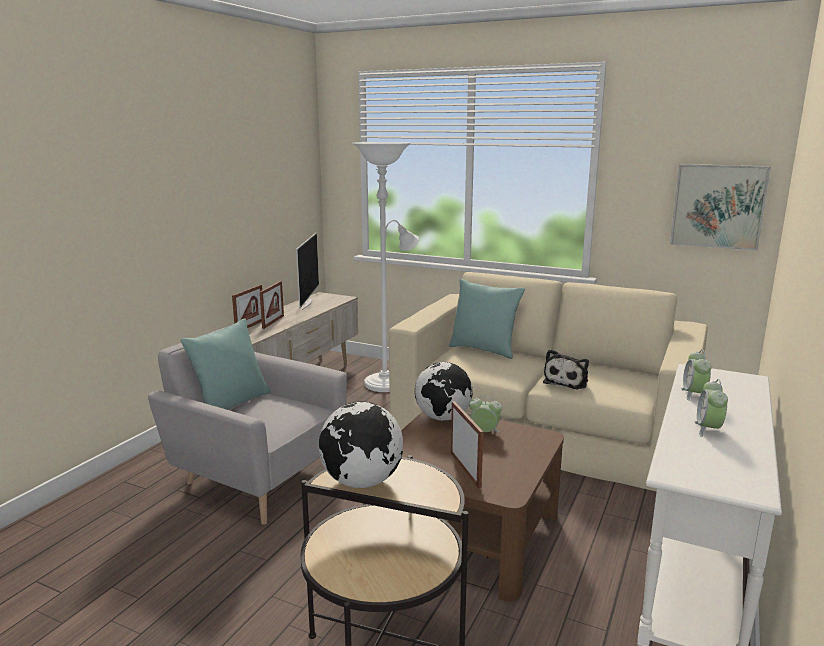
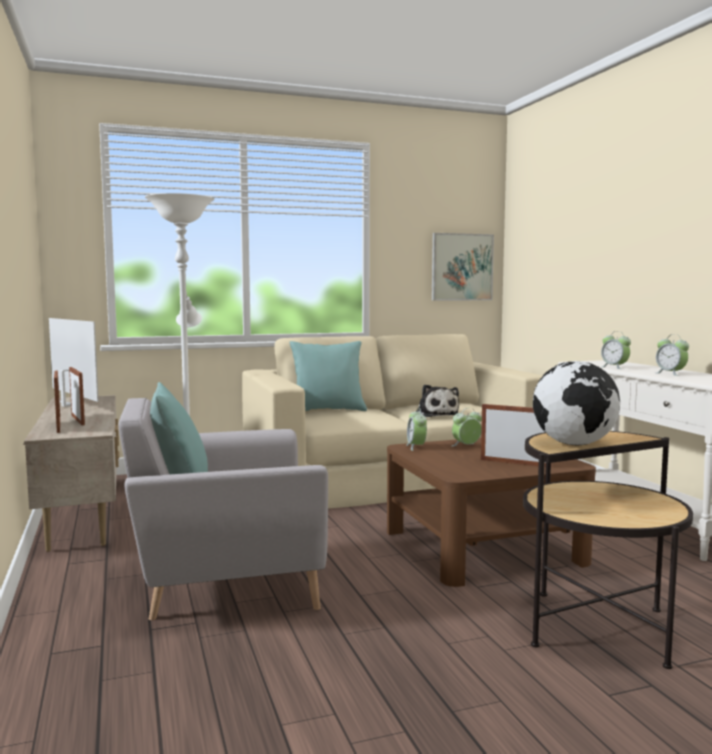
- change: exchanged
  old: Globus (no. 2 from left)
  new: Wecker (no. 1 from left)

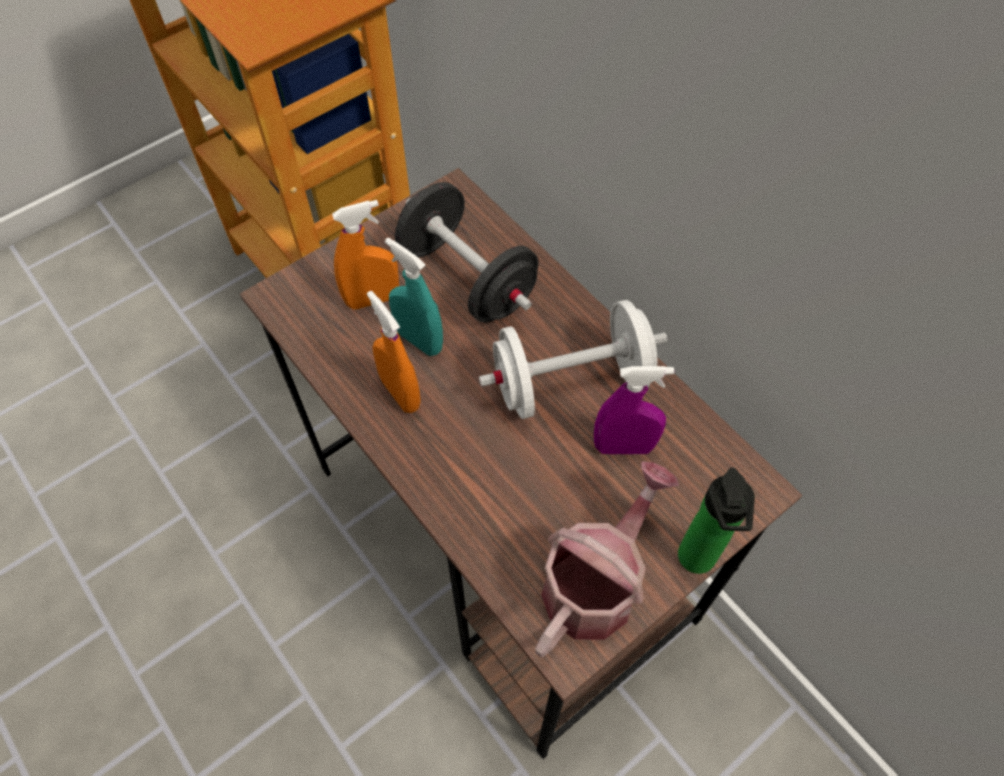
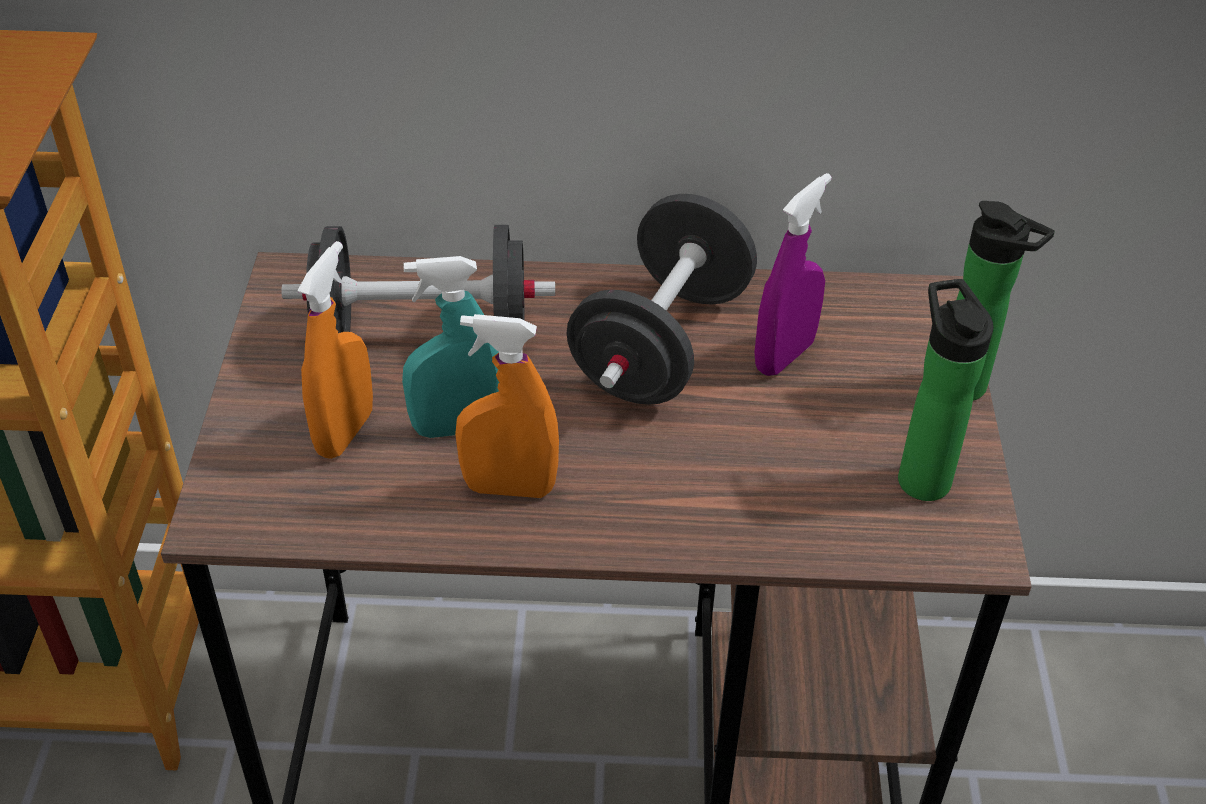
- change: exchanged
  old: Gießkanne
  new: Flasche (no. 1 from left)
- change: colour
  old: Hantel (weiß)
  new: Hantel (schwarz) (no. 2 from left)

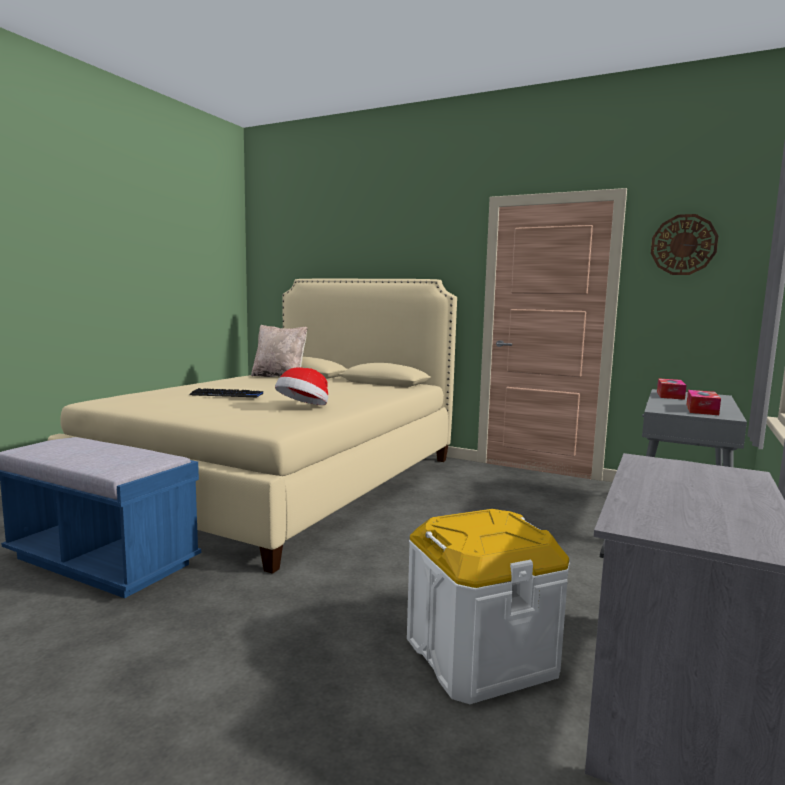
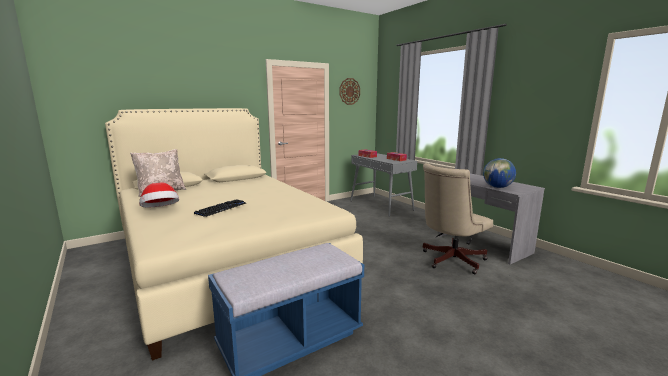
- change: appeared
  new: Globus
- change: relocated
  old: Hut
- change: exchanged
  old: Aufbewahrungsbox (weiß)
  new: Bürostuhl (beige)

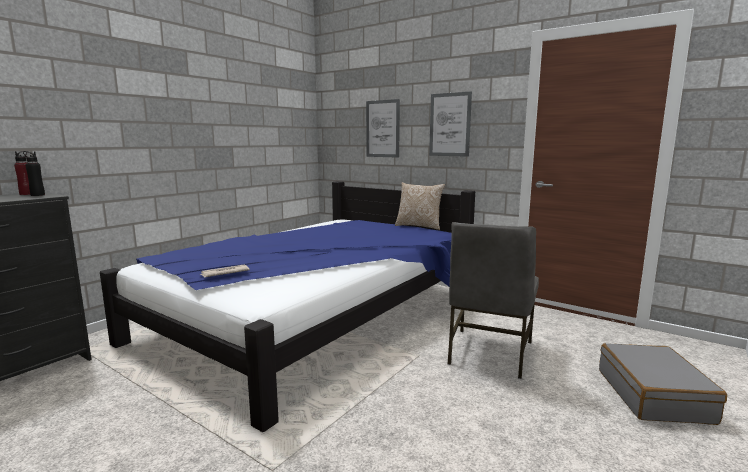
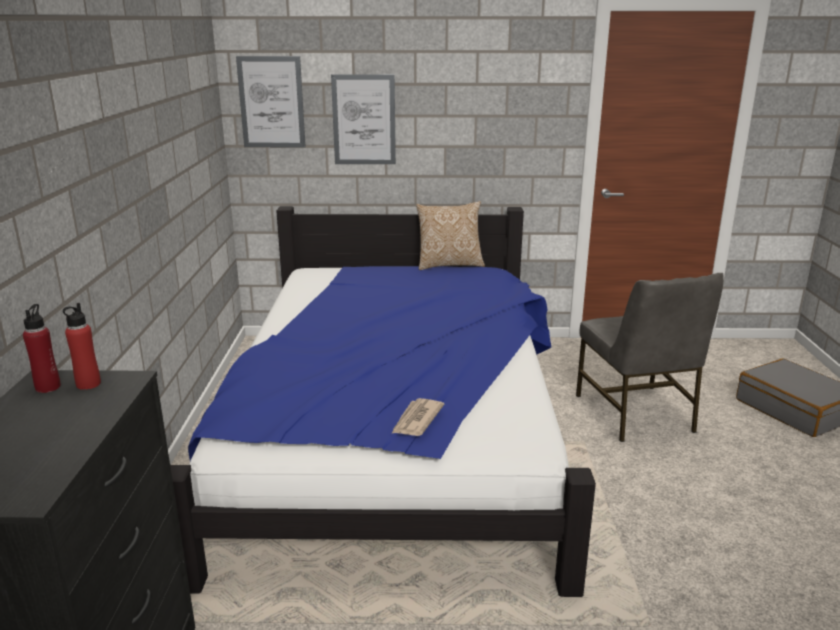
- change: relocated
  old: Bild (no. 2 from left in the first image)
  new: Bild (no. 1 from left)
- change: colour
  old: Flasche (schwarz)
  new: Flasche (rot) (no. 2 from left)

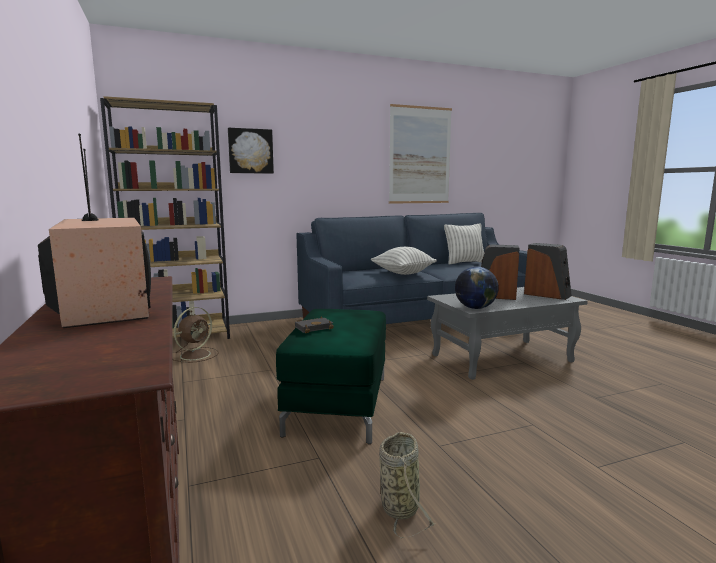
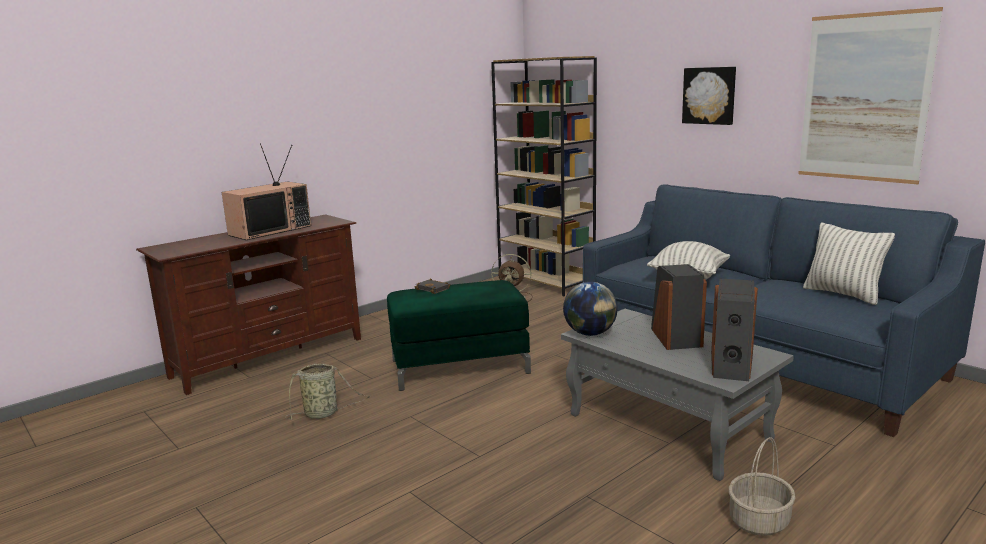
- change: appeared
  new: Korb (no. 2 from left)
- change: relocated
  old: Bild (no. 1 from left)

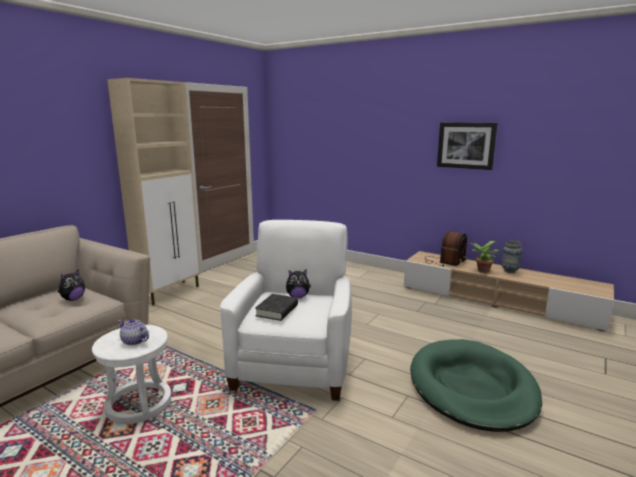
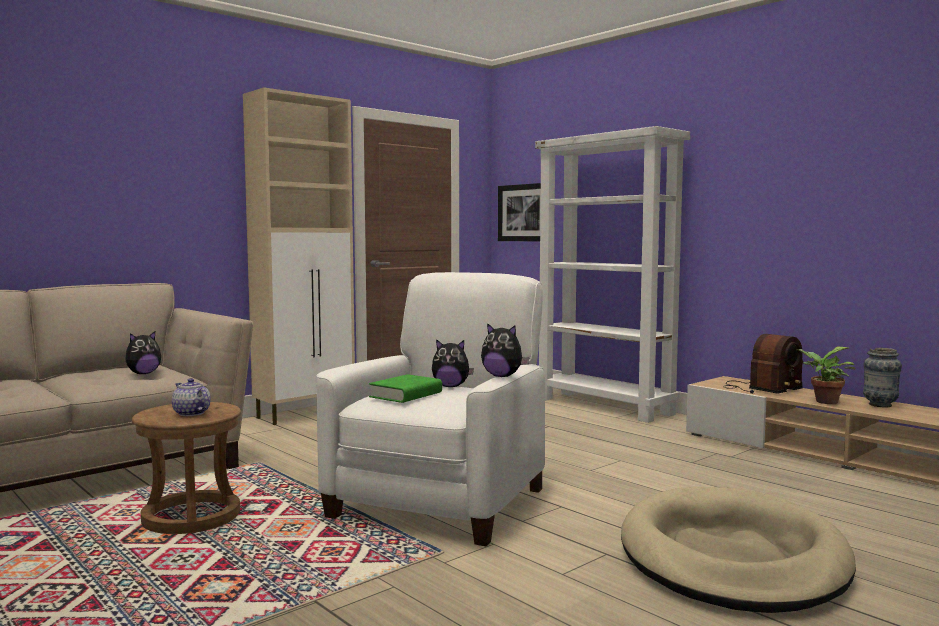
- change: appeared
  new: Plüschtier (no. 3 from left)
- change: appeared
  new: Bücherregal (weiß)
- change: relocated
  old: Bild
- change: colour
  old: Hocker (weiß)
  new: Hocker (braun)
- change: colour
  old: Buch (schwarz)
  new: Buch (grün)
- change: colour
  old: Hundebett (grün)
  new: Hundebett (beige)

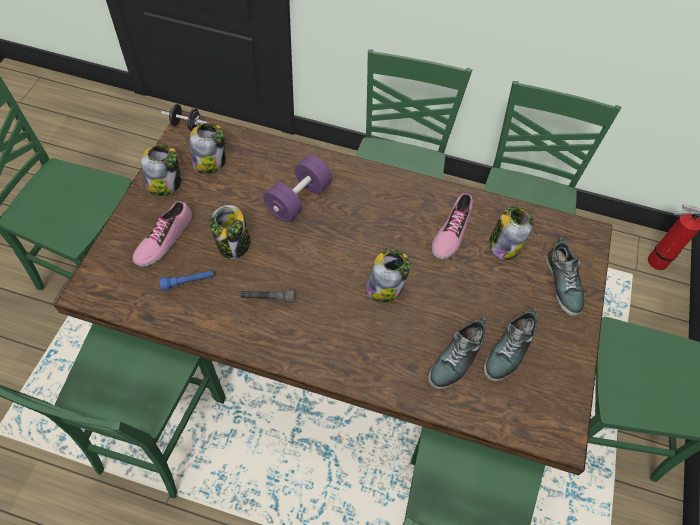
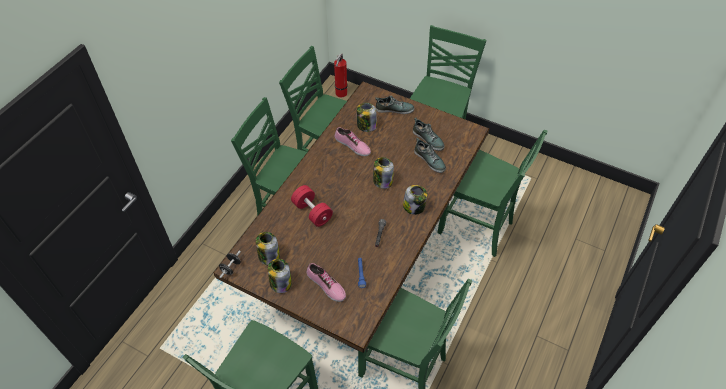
- change: relocated
  old: Vorratsglas (no. 3 from left in the first image)
  new: Vorratsglas (no. 5 from left)
- change: colour
  old: Hantel (lila)
  new: Hantel (rot)

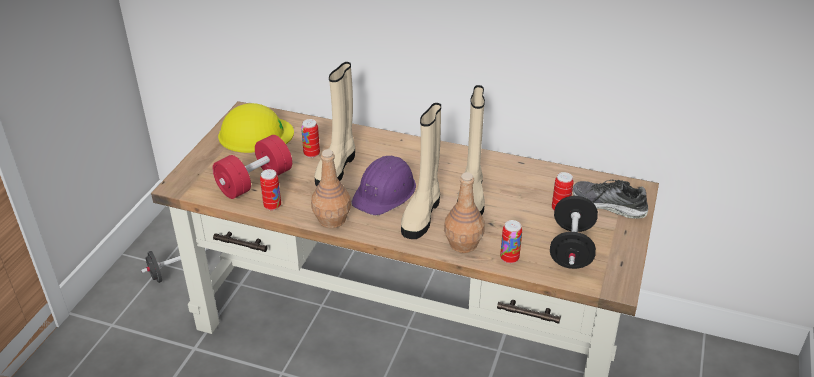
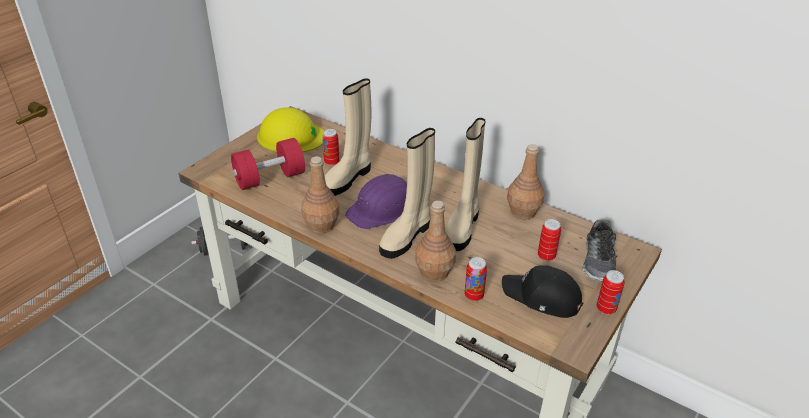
- change: appeared
  new: Flasche (braun) (no. 3 from left)
- change: relocated
  old: Dose (no. 1 from left in the first image)
  new: Dose (no. 4 from left)
- change: exchanged
  old: Hantel (schwarz) (no. 2 from left)
  new: Kappe (schwarz)
- change: spun
  old: Schuh
  degrees: -120

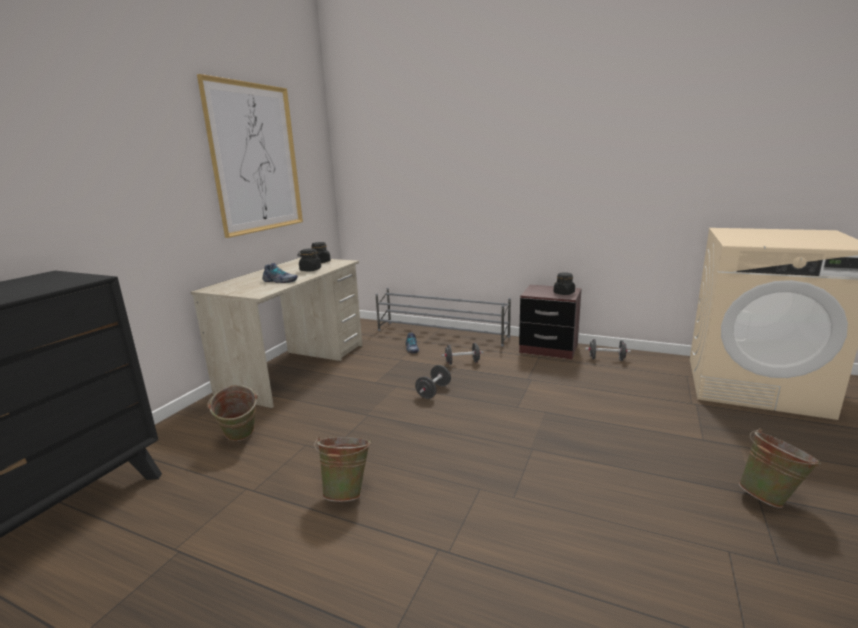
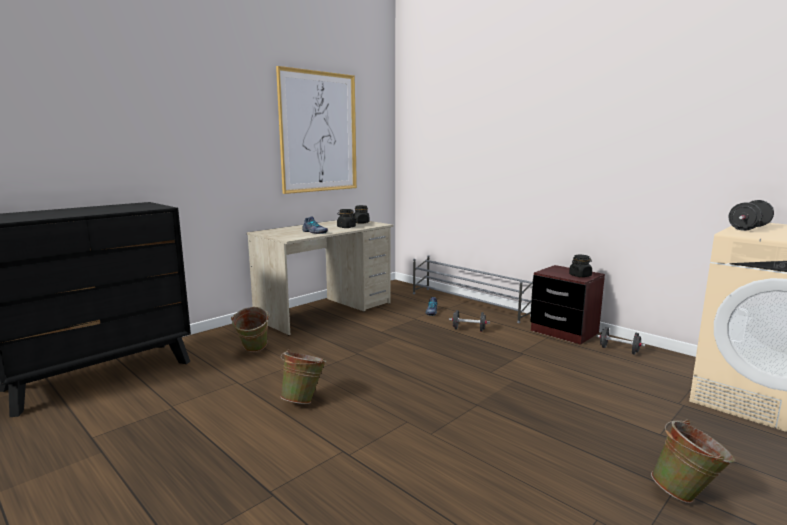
- change: relocated
  old: Hantel (schwarz) (no. 1 from left in the first image)
  new: Hantel (schwarz) (no. 3 from left)

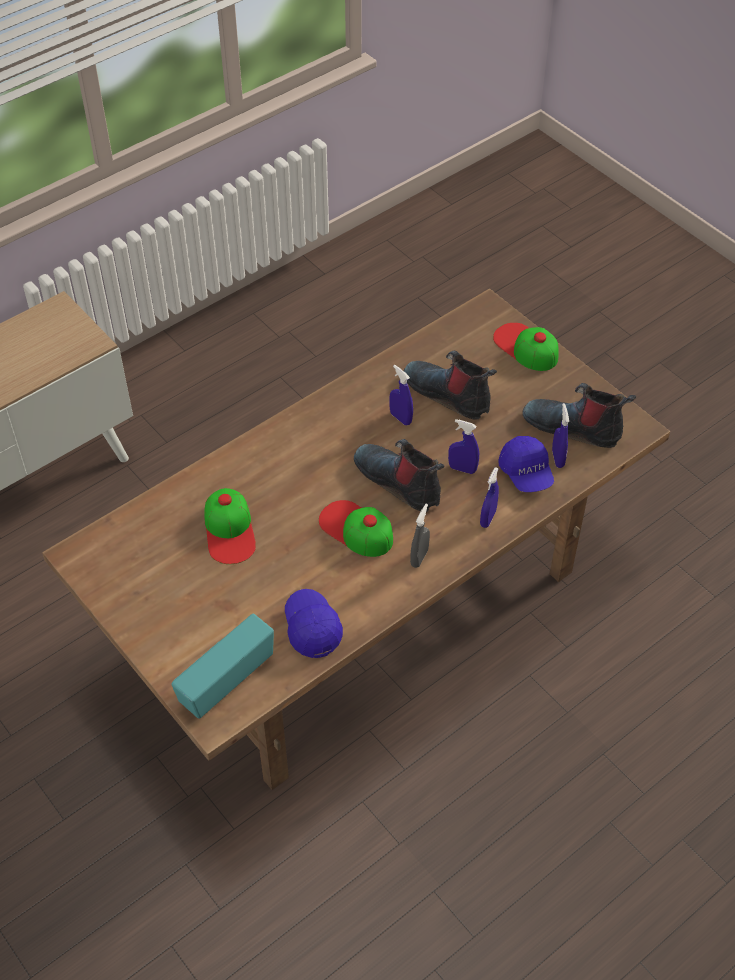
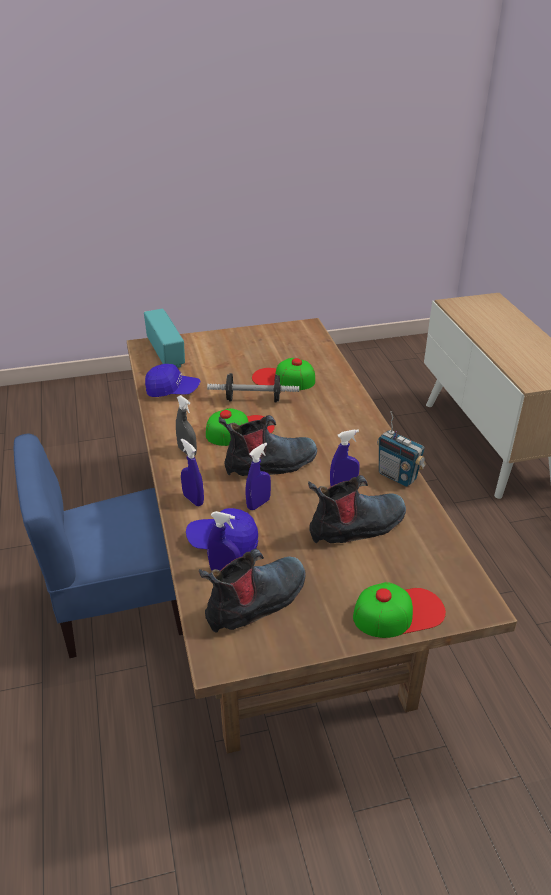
- change: appeared
  new: Stuhl (blau)
- change: appeared
  new: Hantel
- change: appeared
  new: Radio (no. 2 from left)

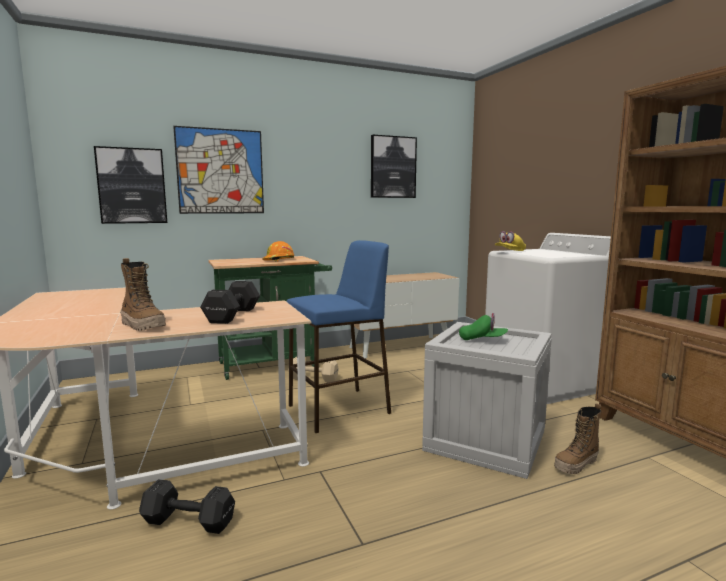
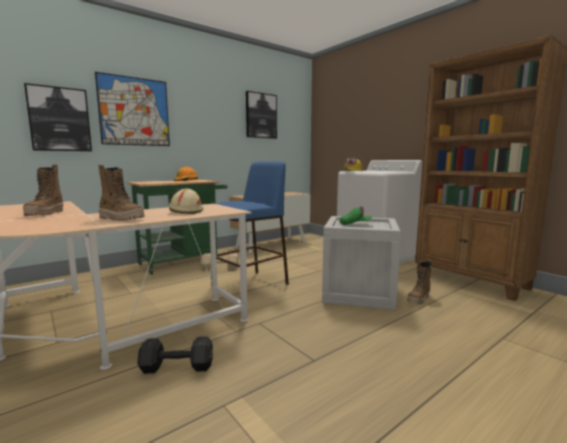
- change: appeared
  new: Stiefel (no. 1 from left)
- change: exchanged
  old: Hantel (schwarz) (no. 2 from left)
  new: Schutzhelm (beige)

